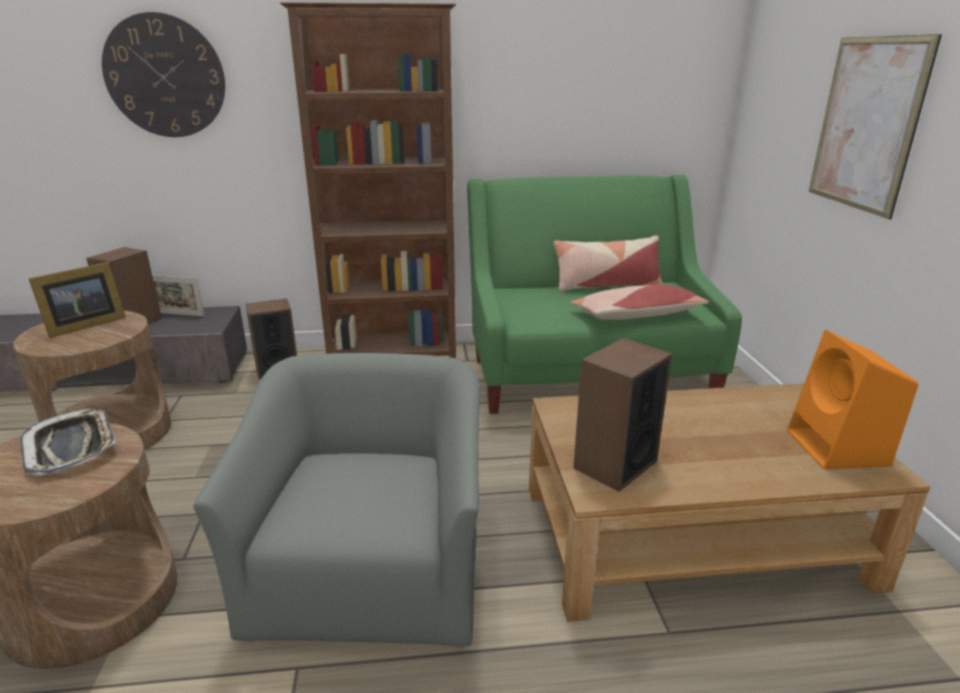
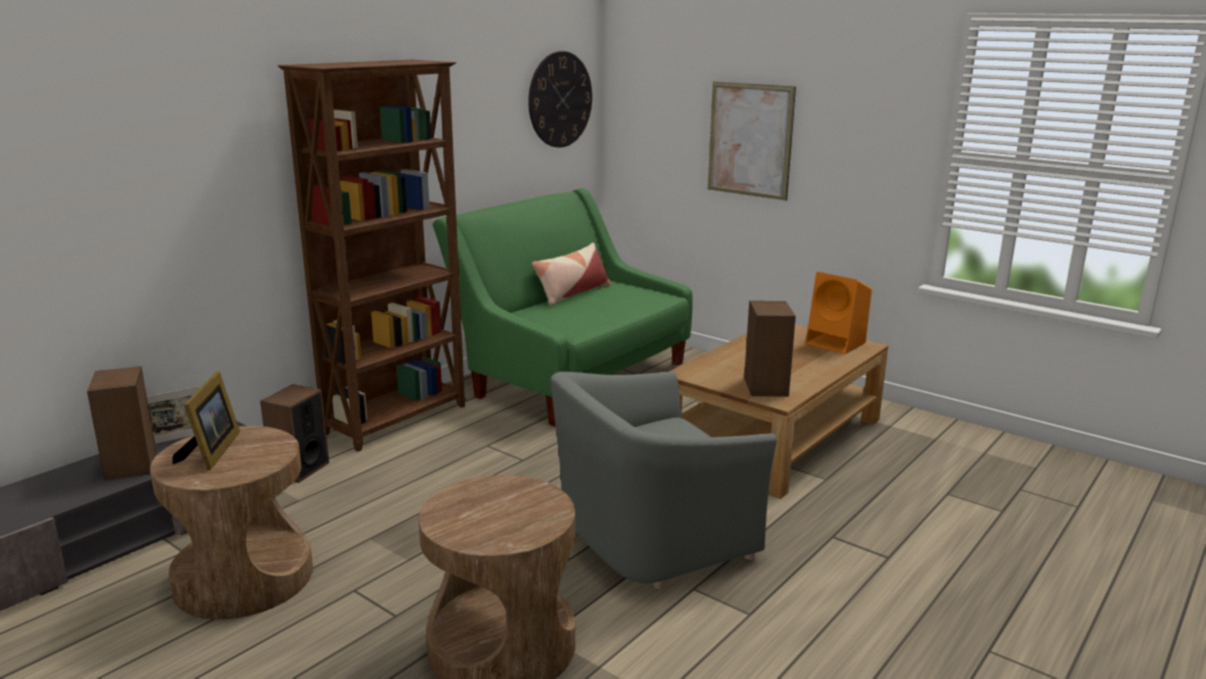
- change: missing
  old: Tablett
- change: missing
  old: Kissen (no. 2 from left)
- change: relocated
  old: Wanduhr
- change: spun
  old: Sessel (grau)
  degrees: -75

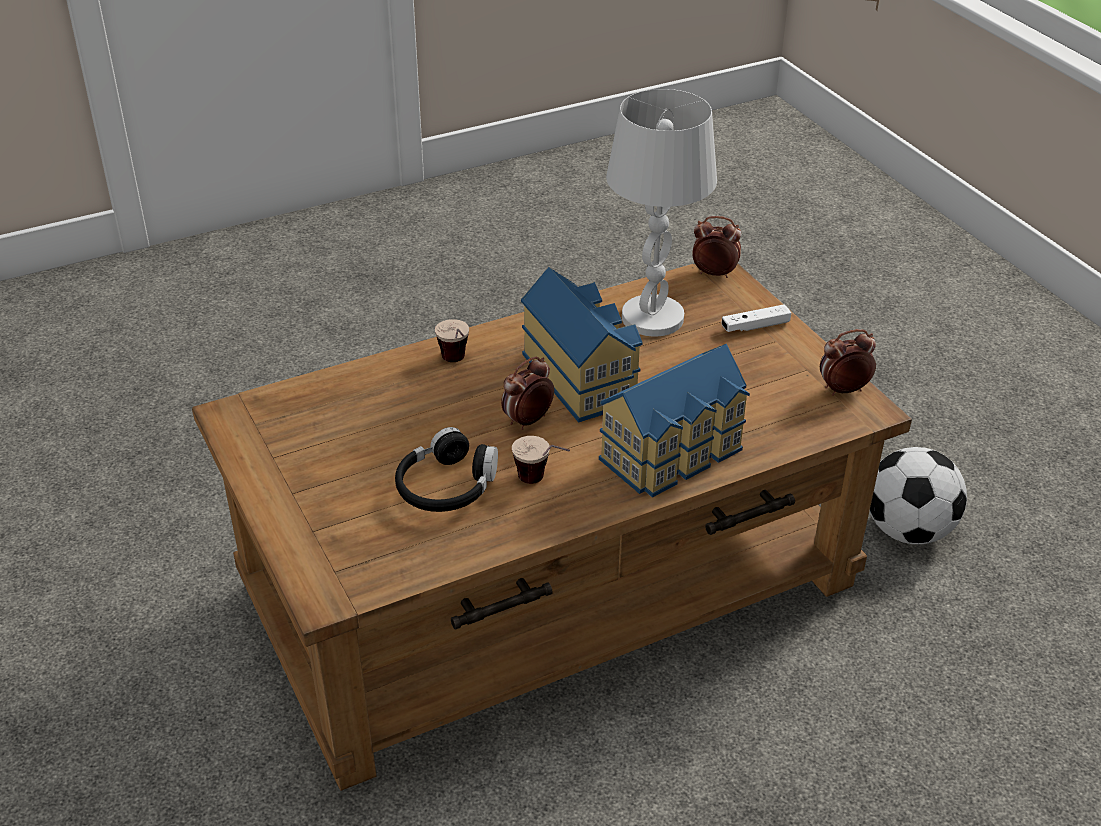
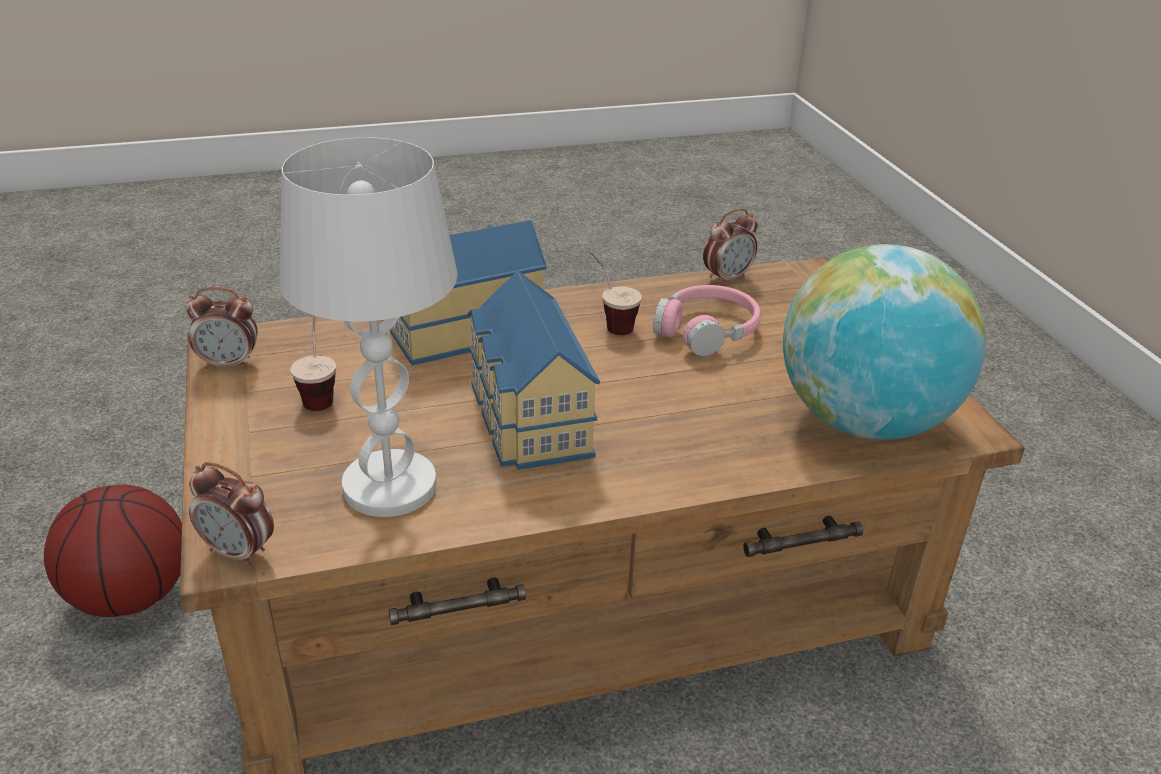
- change: missing
  old: Gamepad (weiß)
- change: appeared
  new: Globus
- change: relocated
  old: Tasse (no. 1 from left)
- change: relocated
  old: Wecker (no. 1 from left in the first image)
  new: Wecker (no. 3 from left)
- change: exchanged
  old: Fußball
  new: Basketball
- change: colour
  old: Kopfhörer (schwarz)
  new: Kopfhörer (rosa)

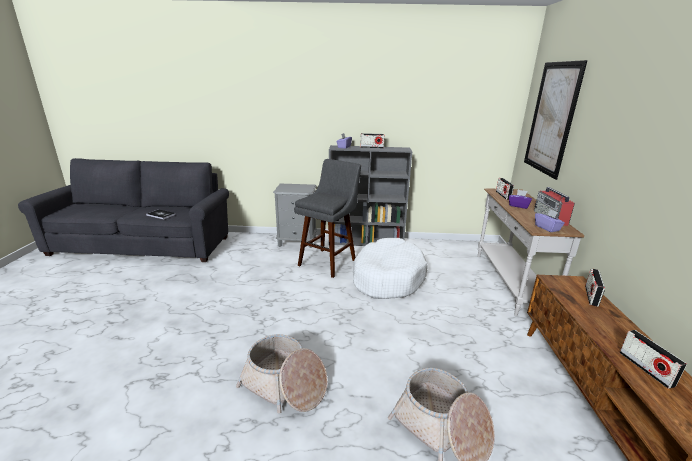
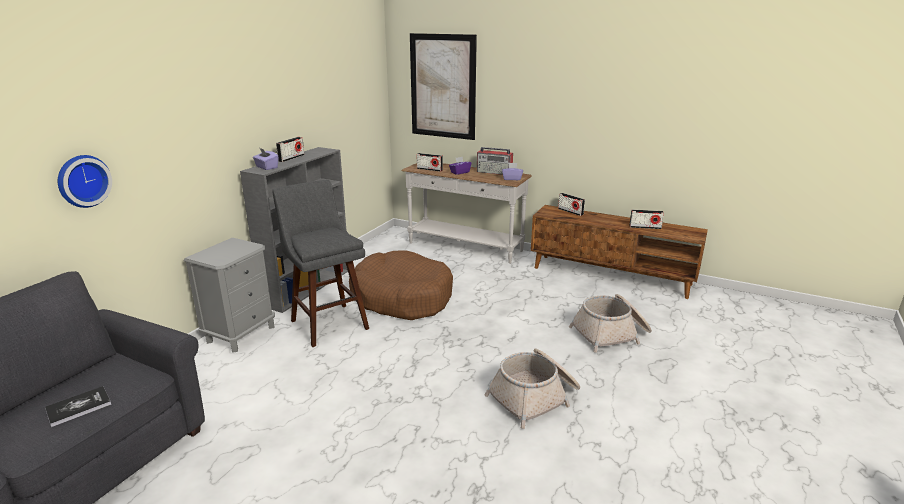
- change: appeared
  new: Wanduhr
- change: colour
  old: Hundebett (weiß)
  new: Hundebett (braun)

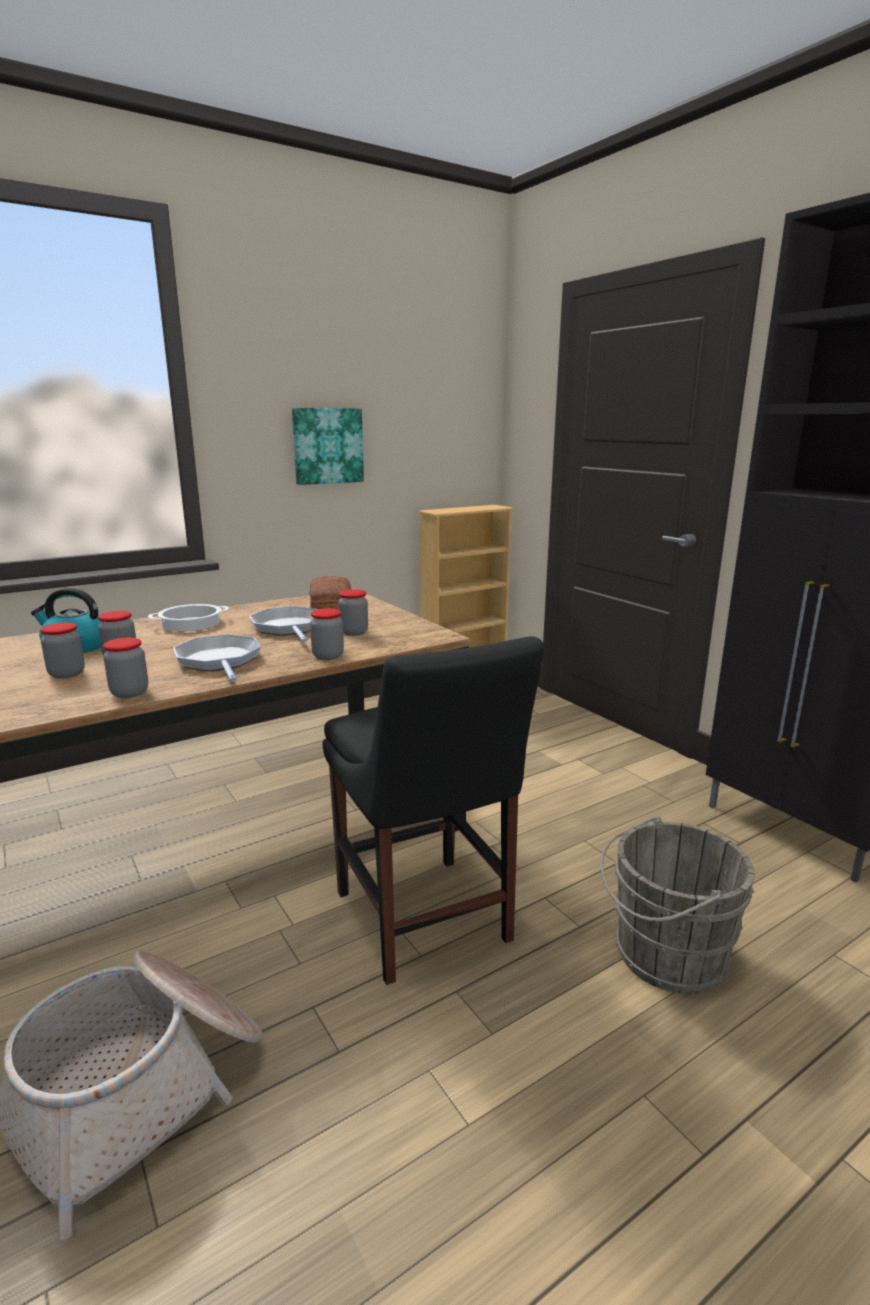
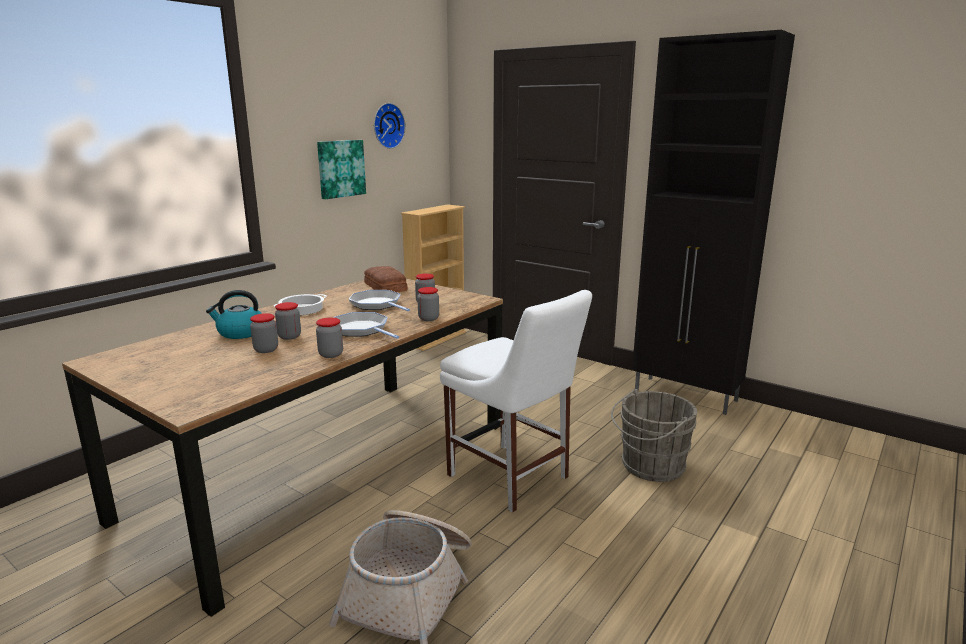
- change: appeared
  new: Wanduhr
- change: colour
  old: Stuhl (schwarz)
  new: Stuhl (weiß)

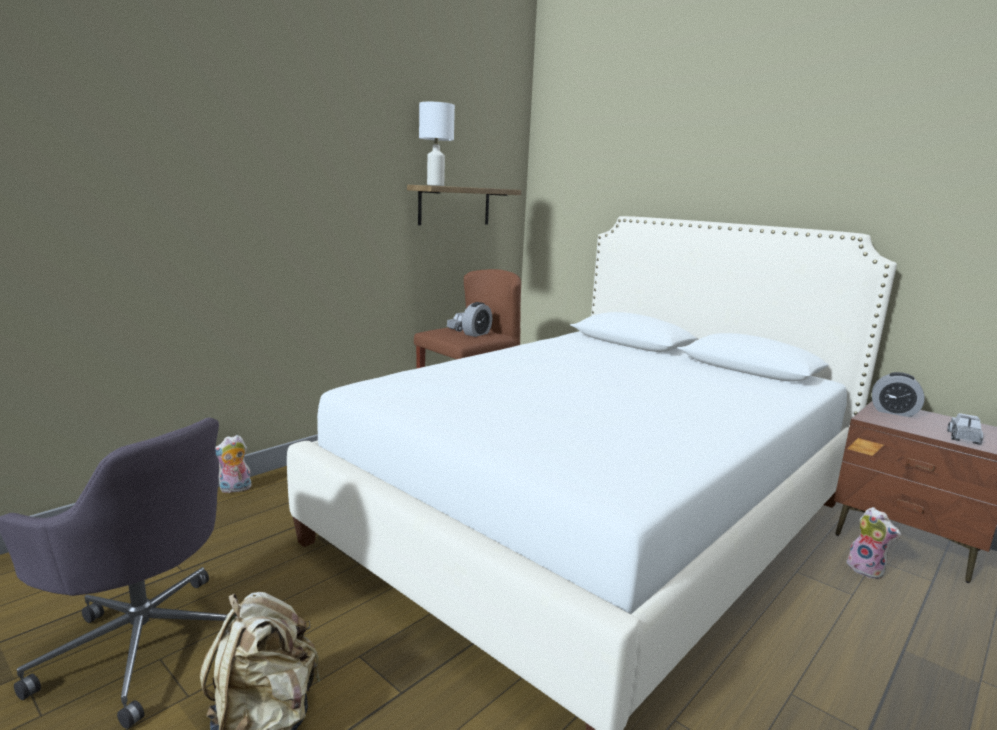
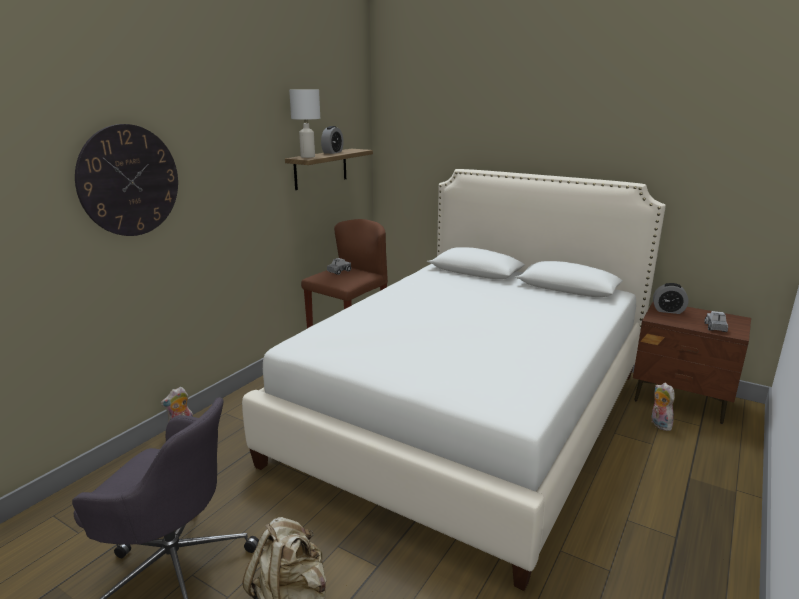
- change: appeared
  new: Wanduhr
- change: relocated
  old: Wecker (no. 1 from left)
- change: spun
  old: Plüschtier (no. 2 from left)
  degrees: -150

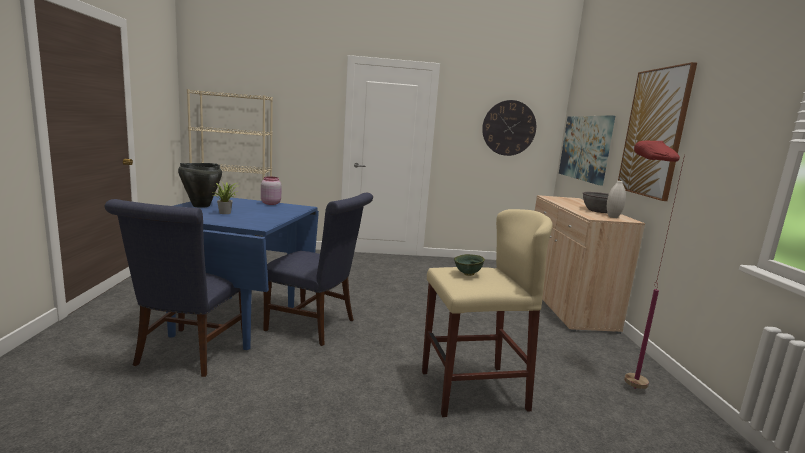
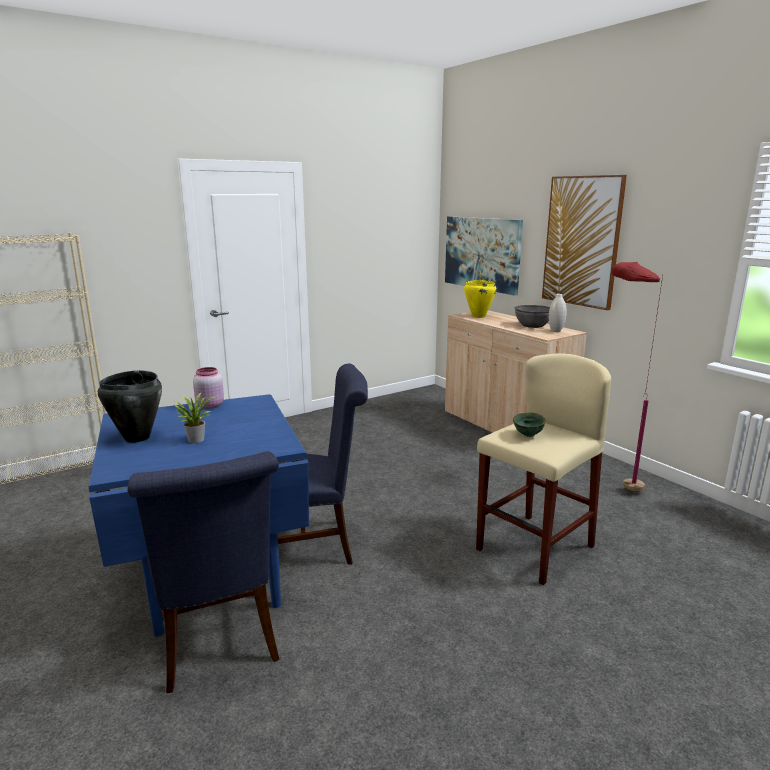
- change: missing
  old: Wanduhr
- change: appeared
  new: Kochtopf (gelb)

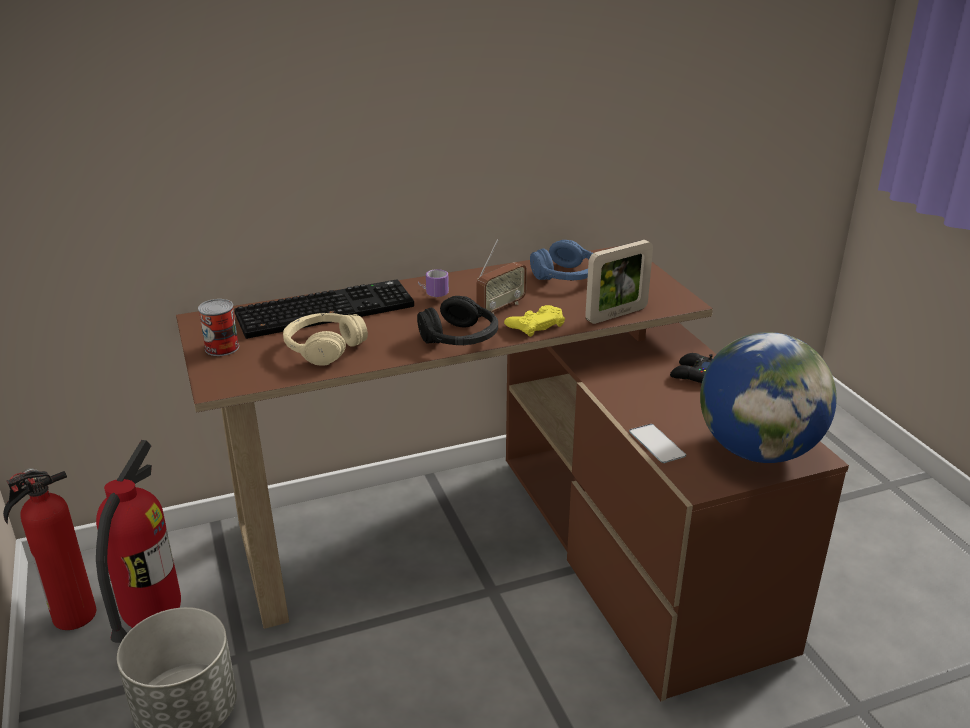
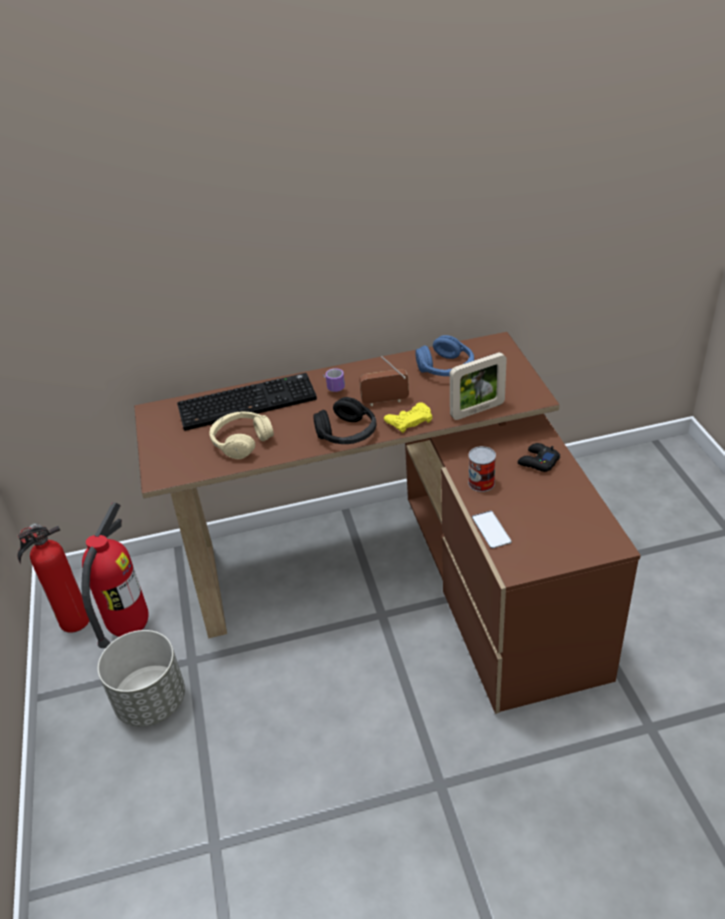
- change: missing
  old: Globus
- change: relocated
  old: Dose
- change: spun
  old: Radio
  degrees: -150

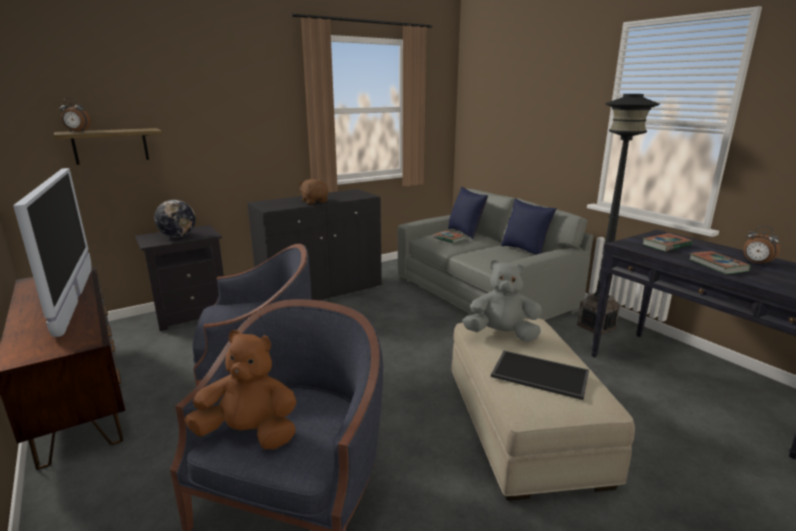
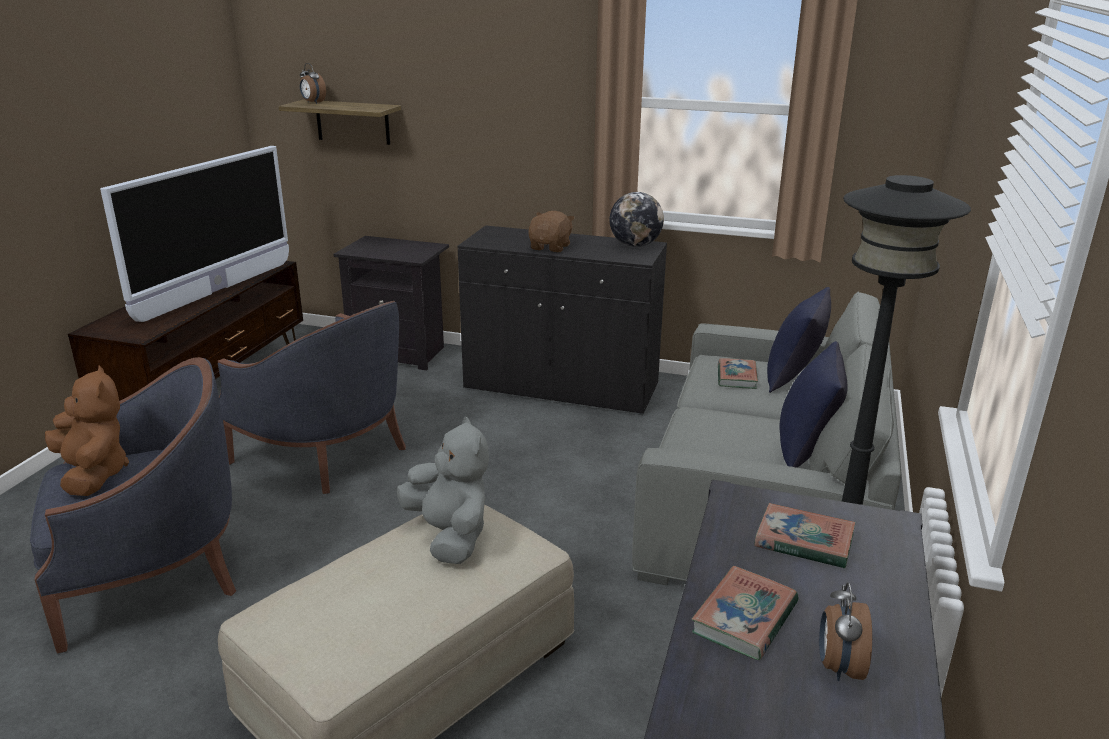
- change: missing
  old: Tablett
- change: relocated
  old: Globus

